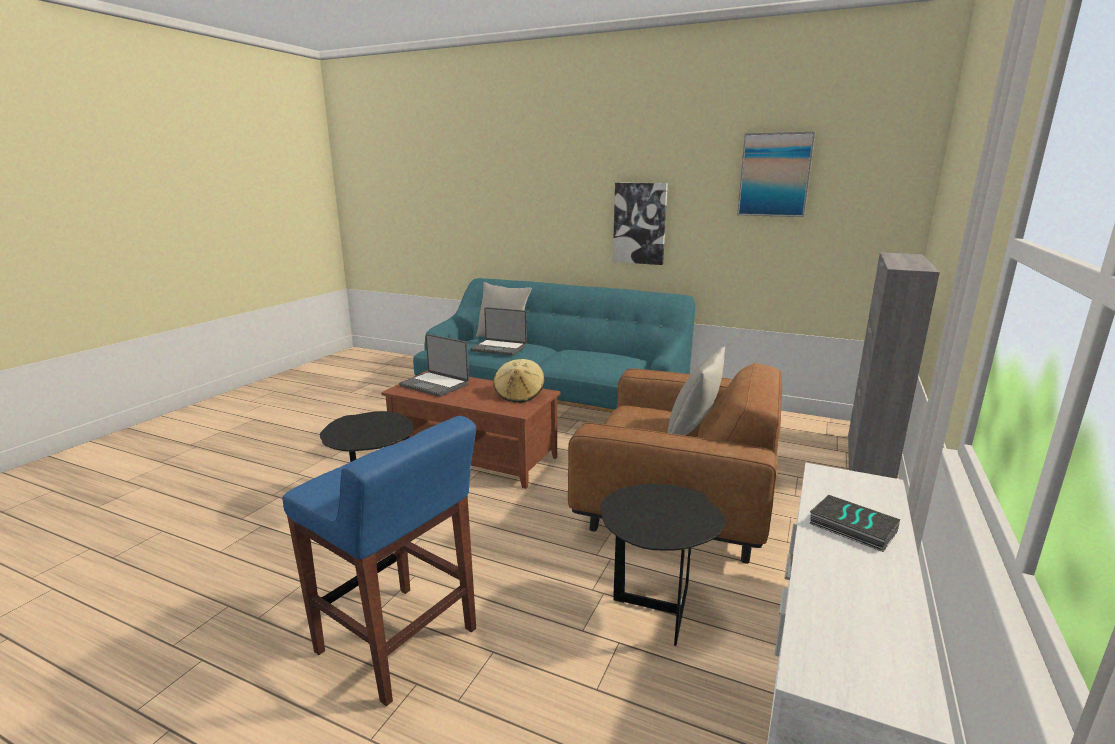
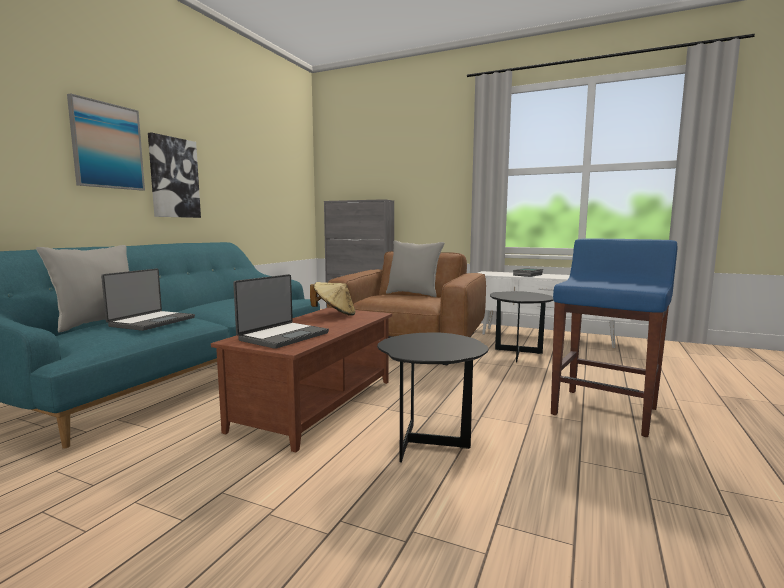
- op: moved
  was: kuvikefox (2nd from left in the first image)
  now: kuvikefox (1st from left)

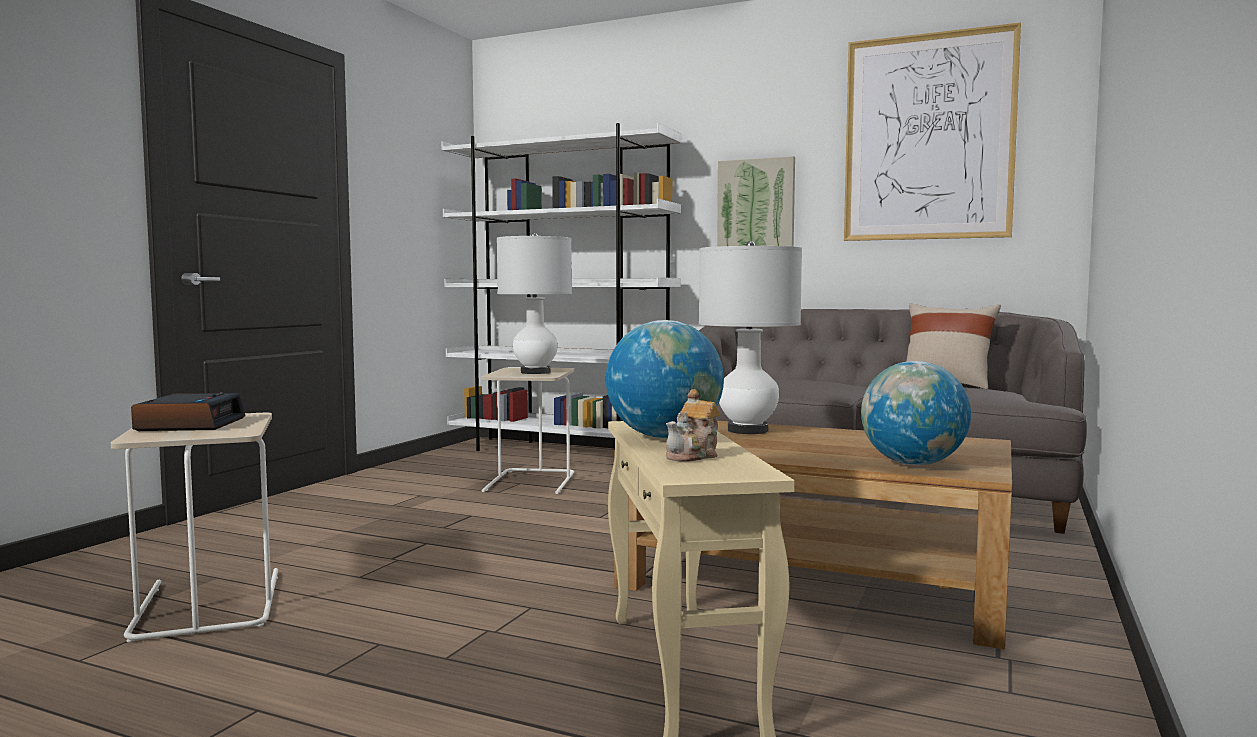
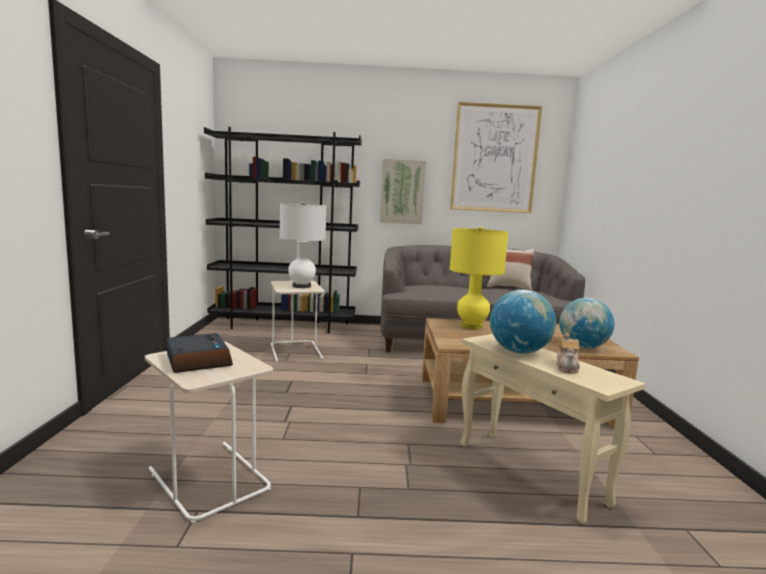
- op: recoloured
  was: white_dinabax
  now: black_dinabax
- op: recoloured
  was: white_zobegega (2nd from left)
  now: yellow_zobegega

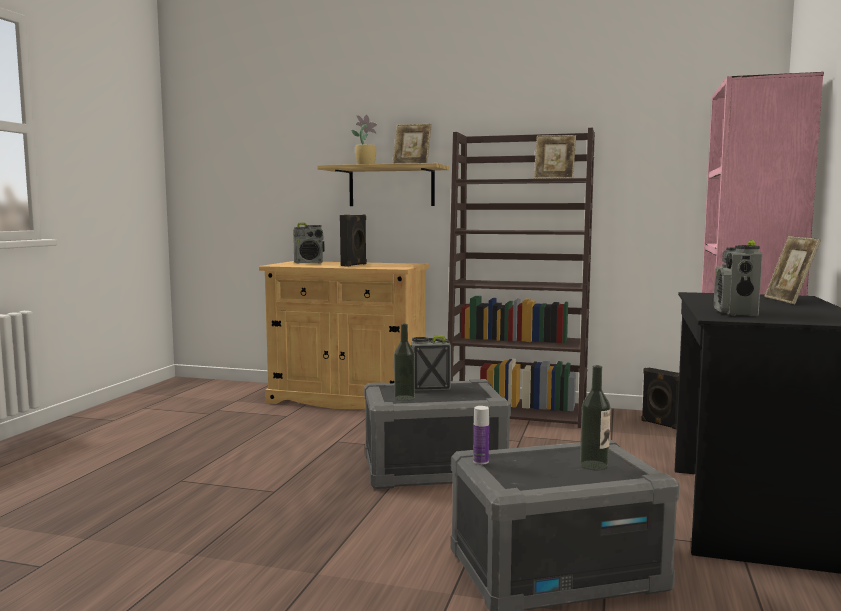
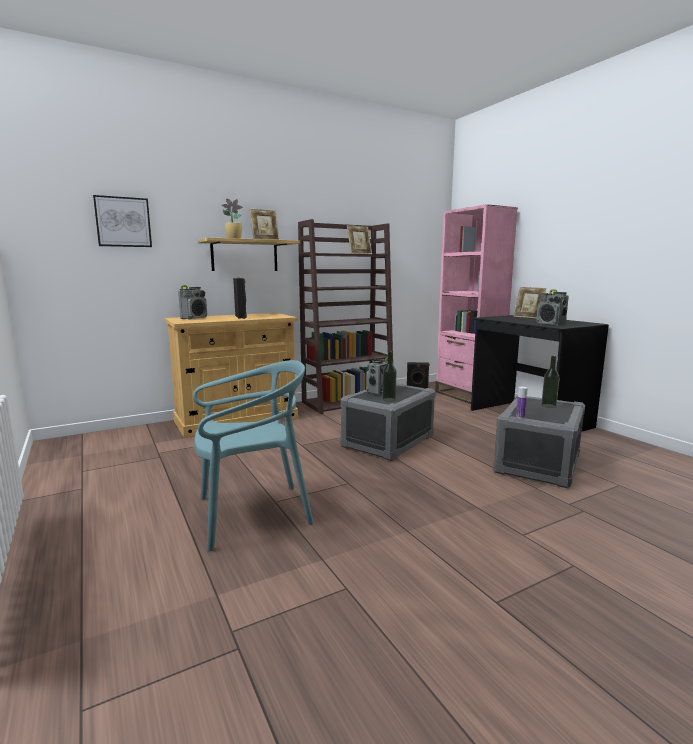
- op: added
  now: kuvikefox
- op: added
  now: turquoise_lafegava

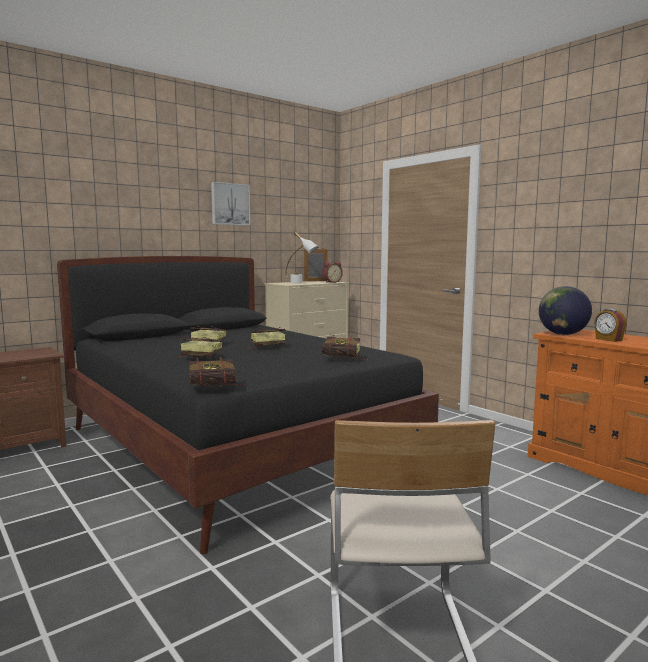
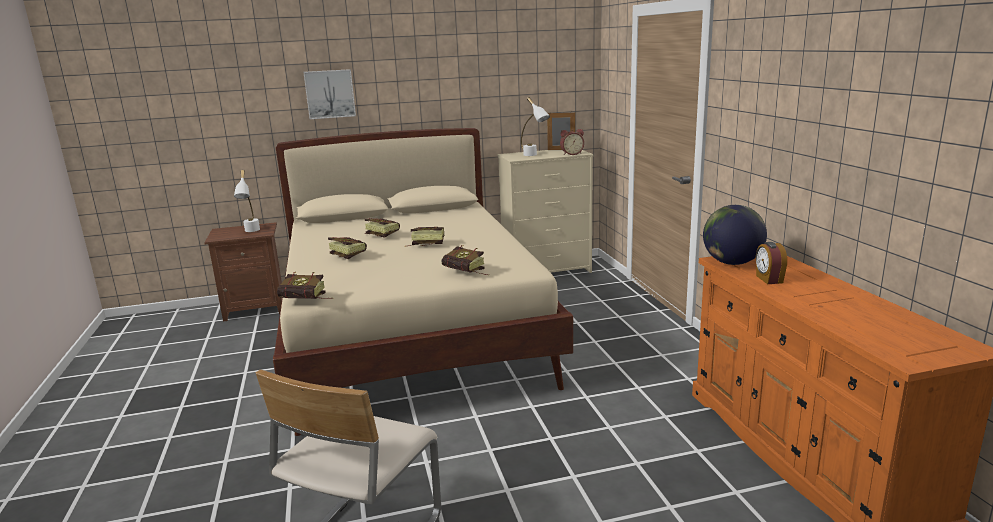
- op: added
  now: white_zobegega (1st from left)
- op: moved
  was: kuvikefox
- op: recoloured
  was: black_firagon
  now: beige_firagon

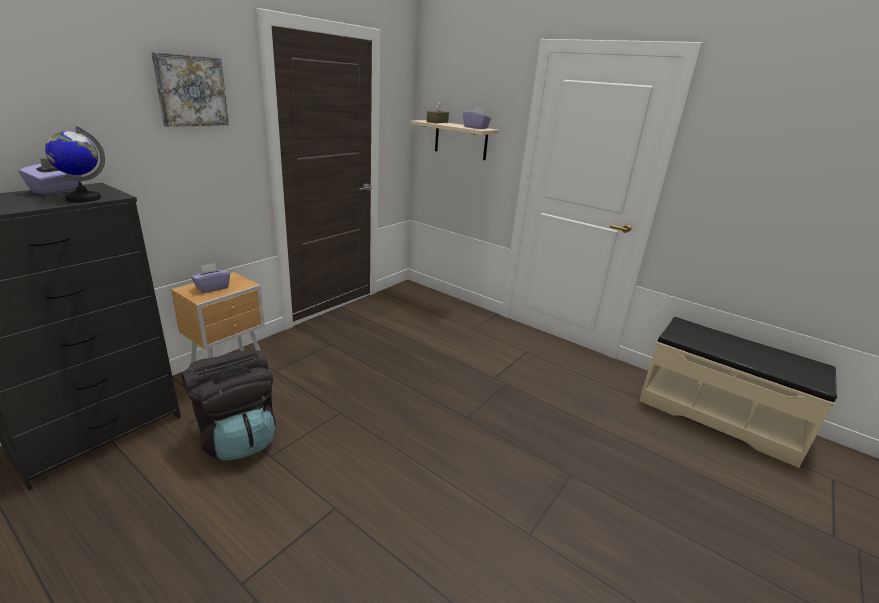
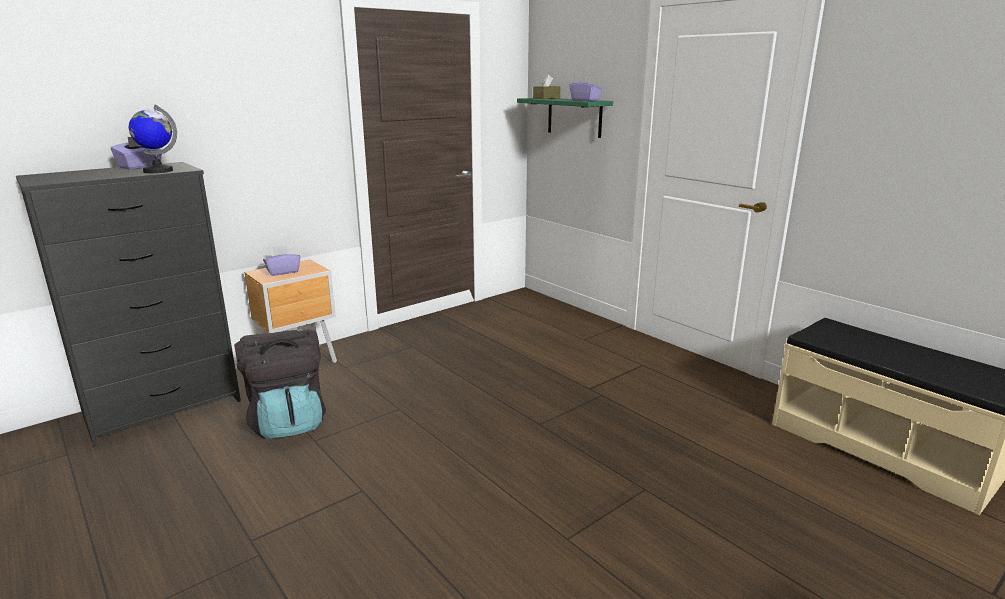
- op: removed
  was: kuvikefox
- op: recoloured
  was: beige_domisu
  now: green_domisu

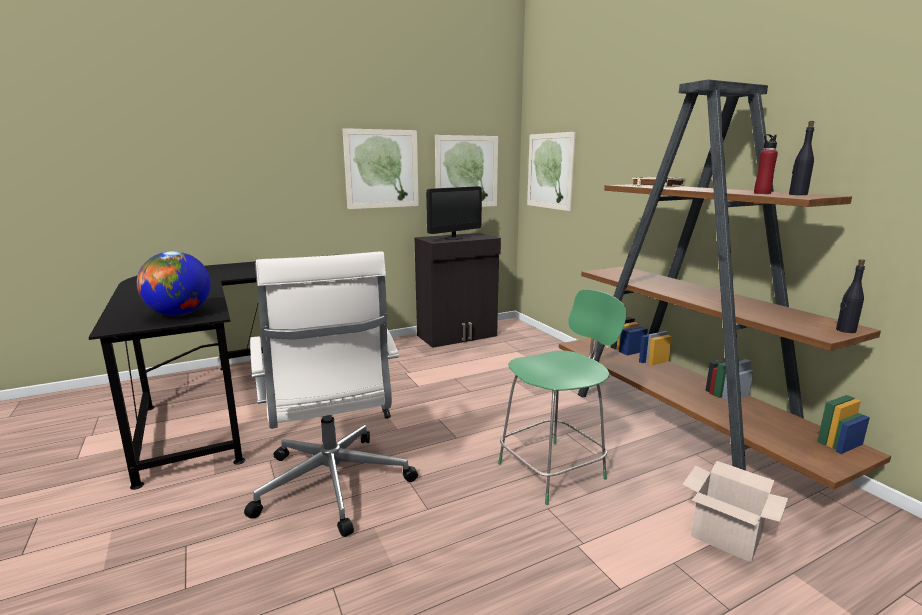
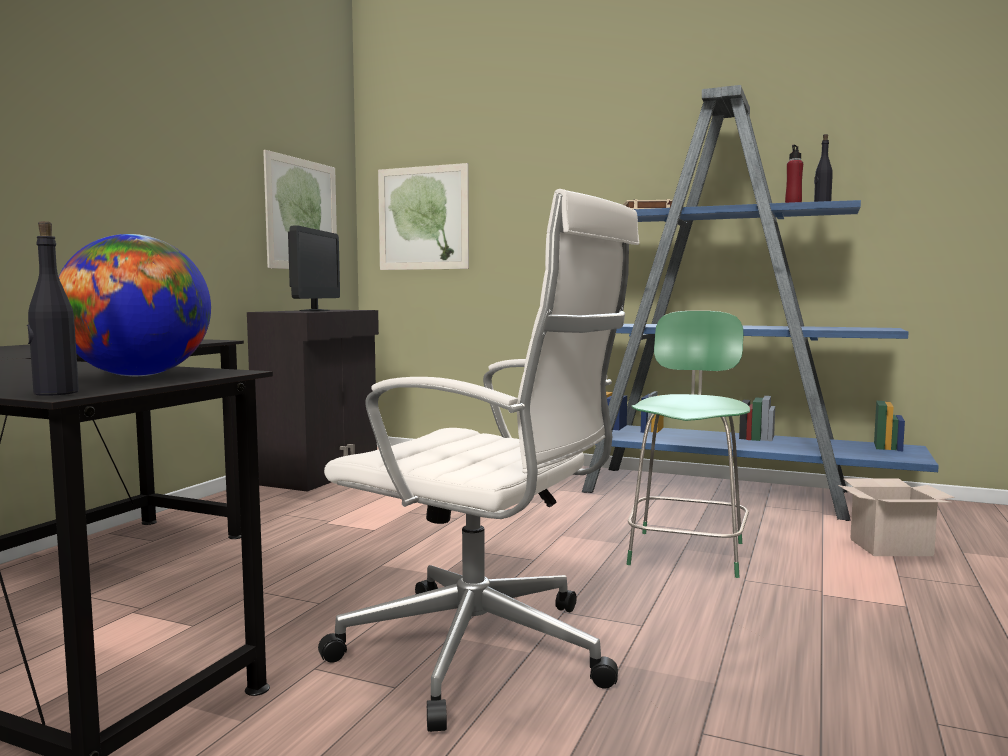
- op: removed
  was: kuvikefox (1st from left)
- op: moved
  was: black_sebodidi (2nd from left in the first image)
  now: black_sebodidi (1st from left)
- op: recoloured
  was: brown_dinabax
  now: blue_dinabax

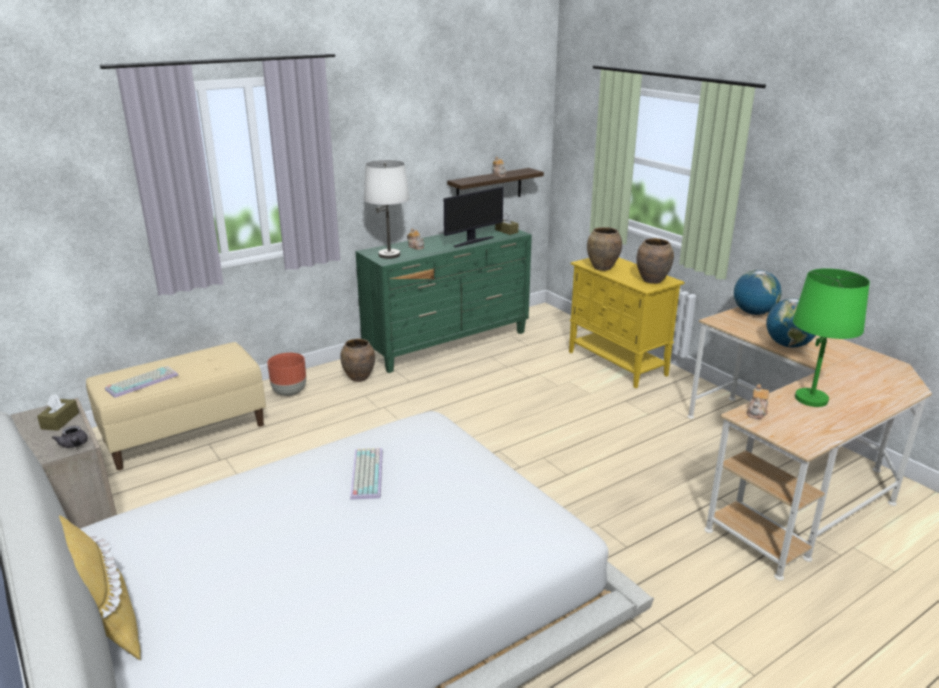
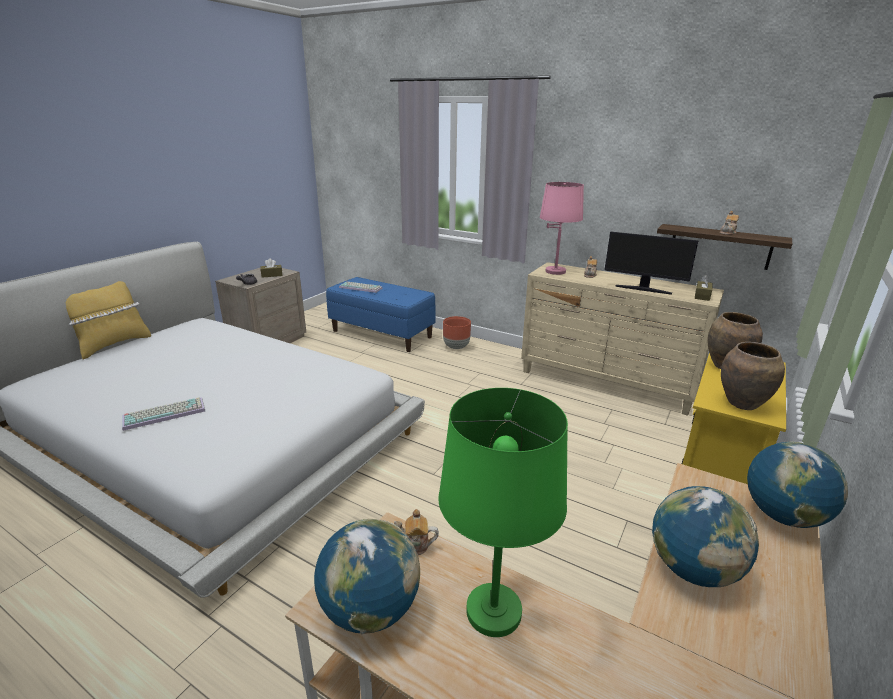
- op: removed
  was: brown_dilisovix (1st from left)
- op: added
  now: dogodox (1st from left)
- op: moved
  was: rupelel (2nd from left in the first image)
  now: rupelel (1st from left)
- op: recoloured
  was: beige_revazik
  now: blue_revazik
- op: recoloured
  was: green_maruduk
  now: beige_maruduk
- op: recoloured
  was: white_zobegega
  now: pink_zobegega

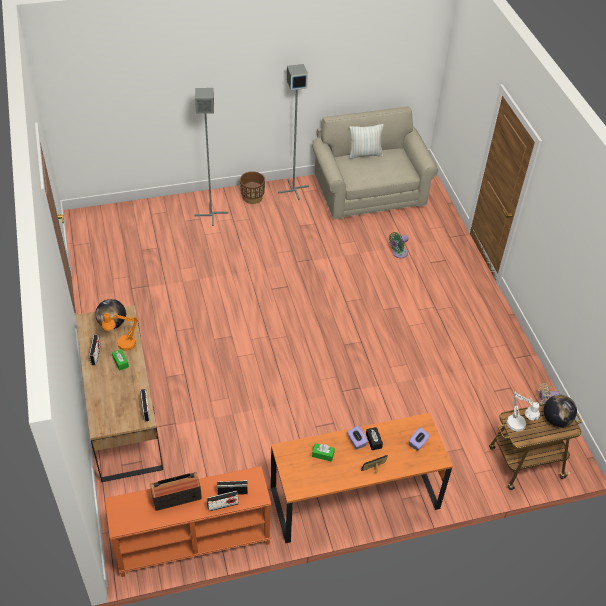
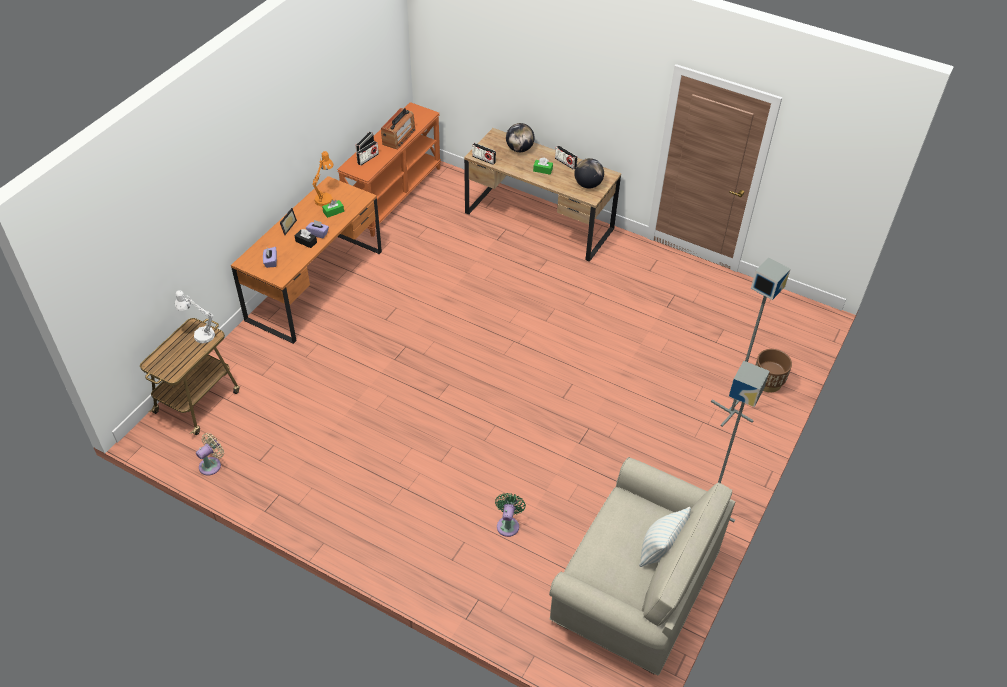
- op: moved
  was: orange_zobegega
- op: moved
  was: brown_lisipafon
- op: moved
  was: dogodox (2nd from left in the first image)
  now: dogodox (1st from left)

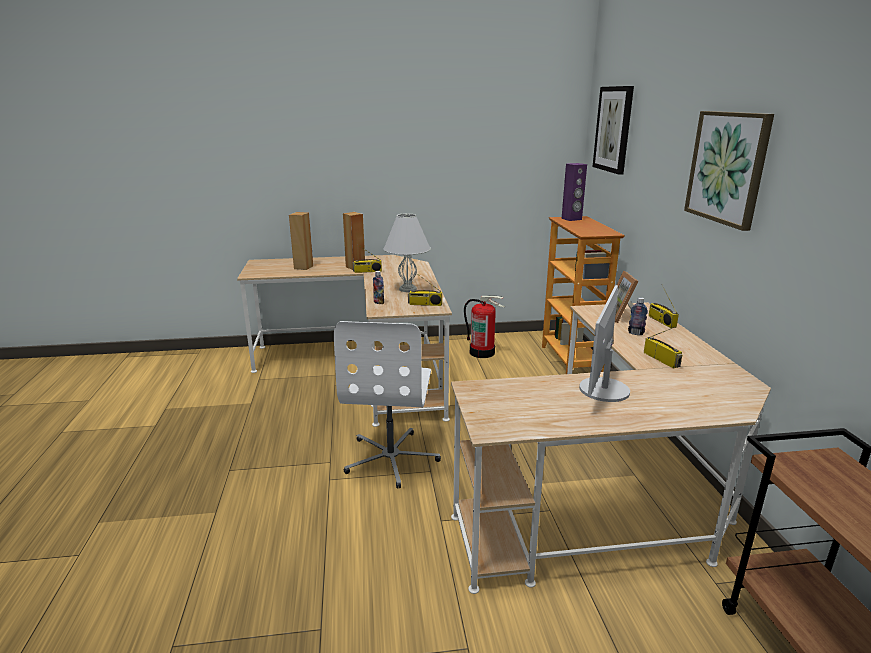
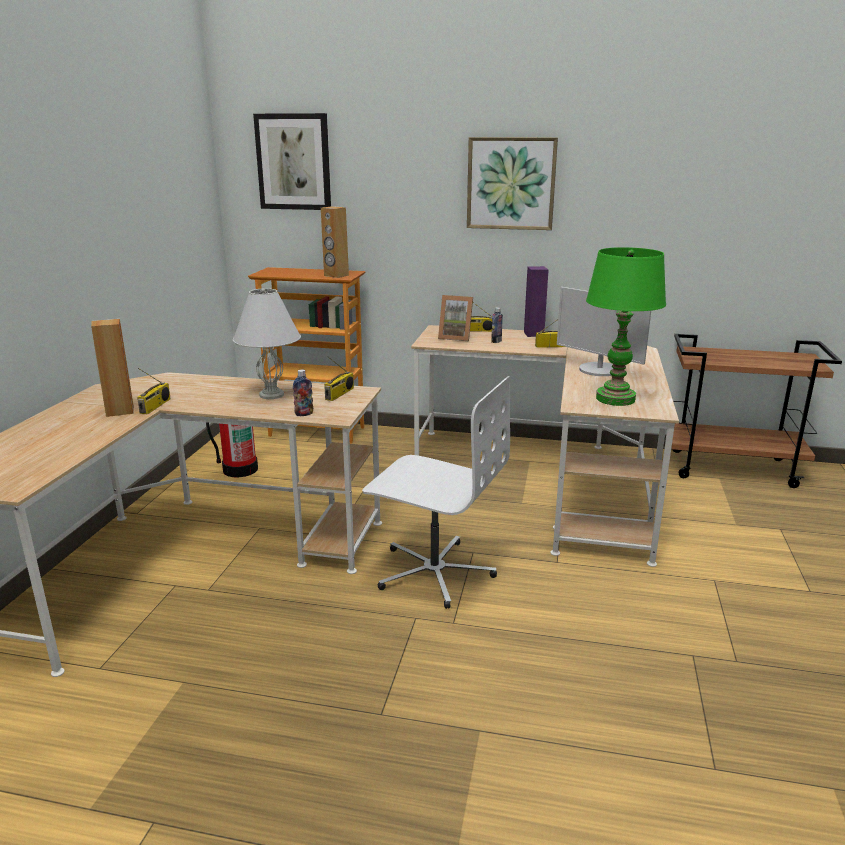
- op: added
  now: green_zobegega
- op: moved
  was: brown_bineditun (1st from left in the first image)
  now: brown_bineditun (2nd from left)
- op: moved
  was: purple_bineditun

